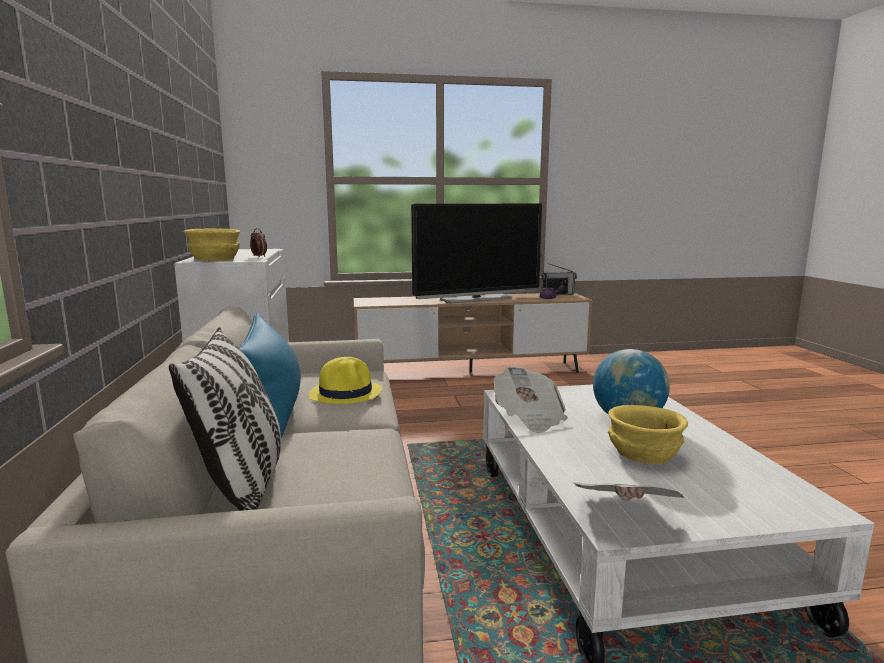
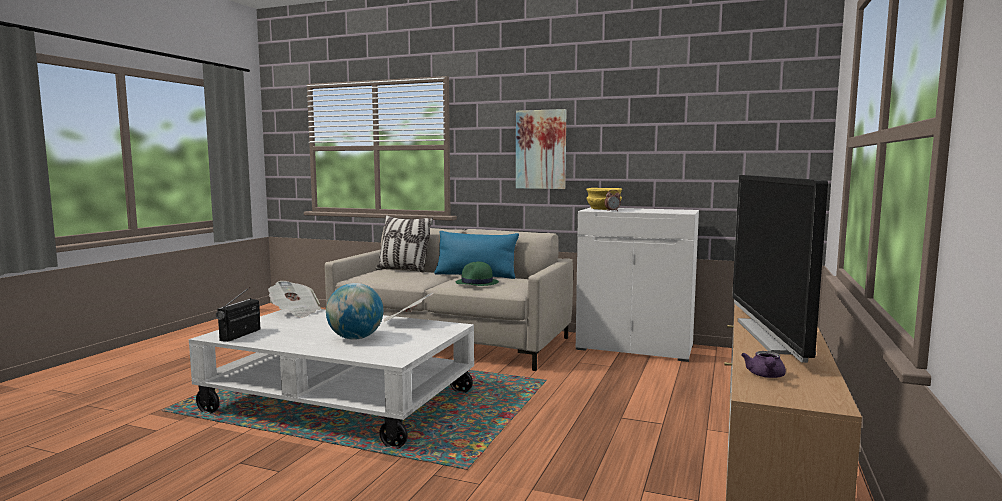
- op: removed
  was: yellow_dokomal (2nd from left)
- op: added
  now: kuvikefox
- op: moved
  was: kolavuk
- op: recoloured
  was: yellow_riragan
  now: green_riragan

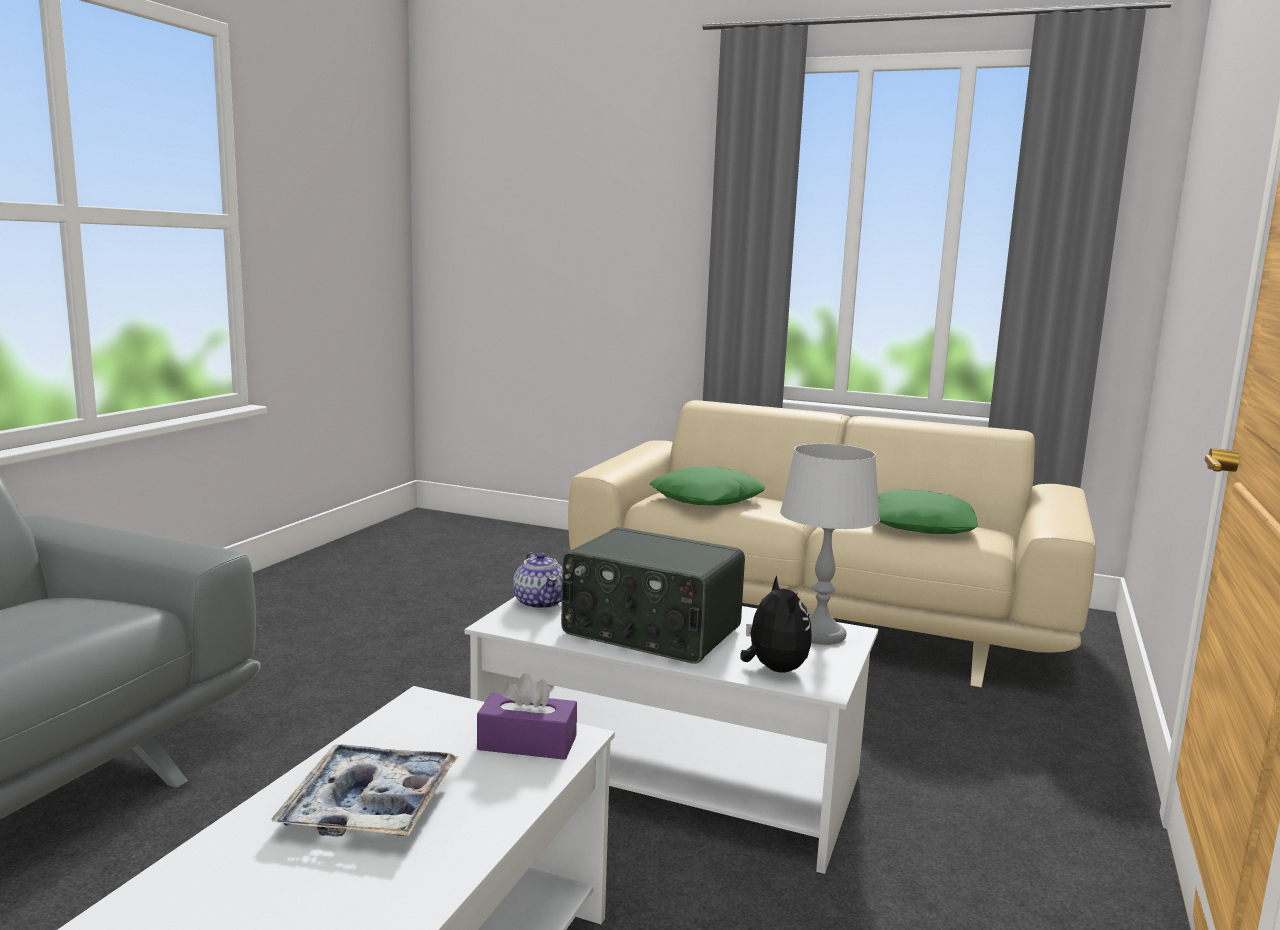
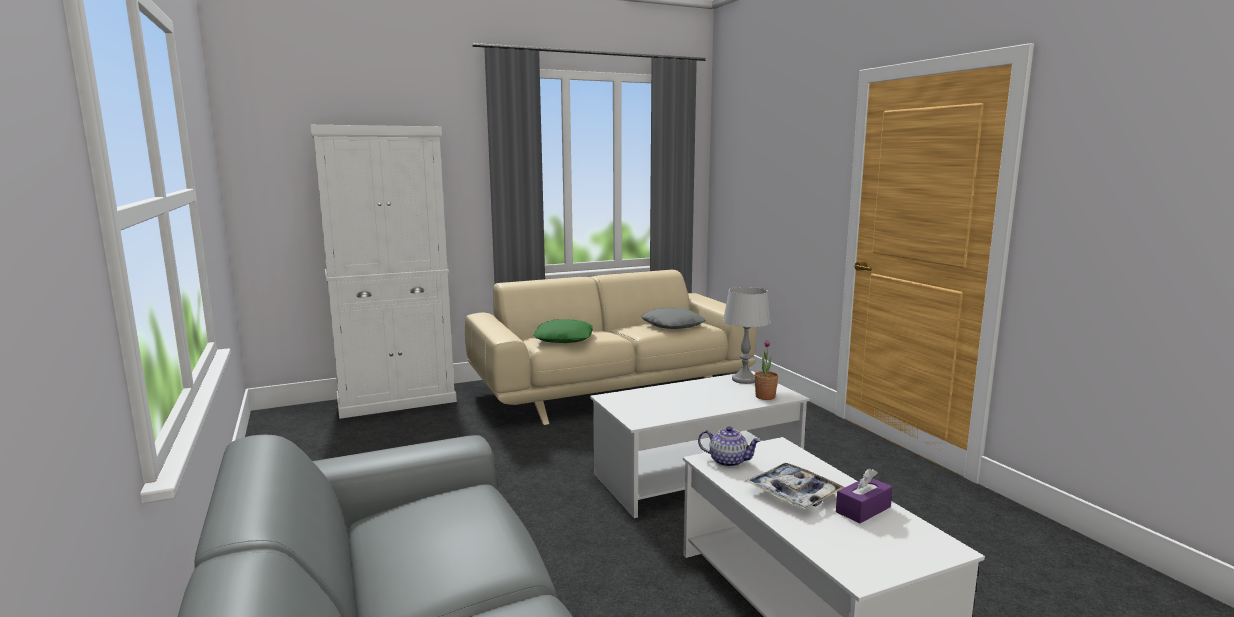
- op: removed
  was: kolavuk
- op: added
  now: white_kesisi
- op: moved
  was: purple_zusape
- op: moved
  was: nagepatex
- op: replaced
  was: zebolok
  now: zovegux
- op: recoloured
  was: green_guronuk (2nd from left)
  now: grey_guronuk

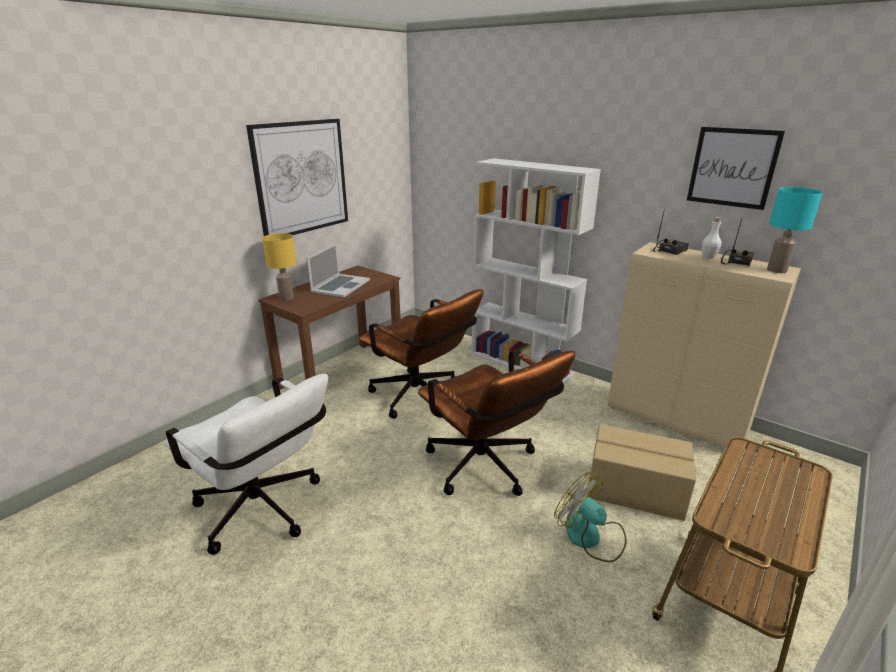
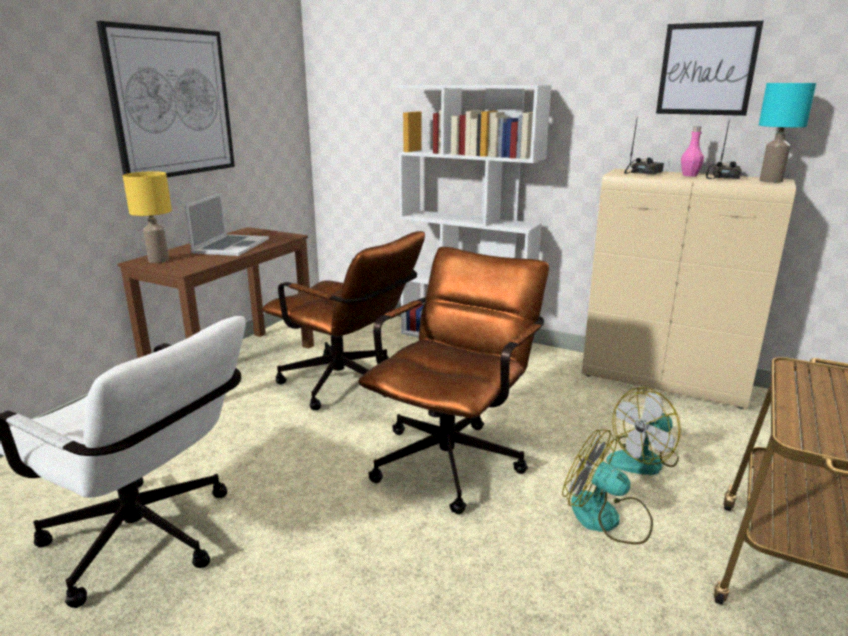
- op: replaced
  was: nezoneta
  now: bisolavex (2nd from left)
- op: recoloured
  was: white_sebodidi
  now: pink_sebodidi
- op: turned
  was: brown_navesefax (2nd from left)
  clockwise: -105

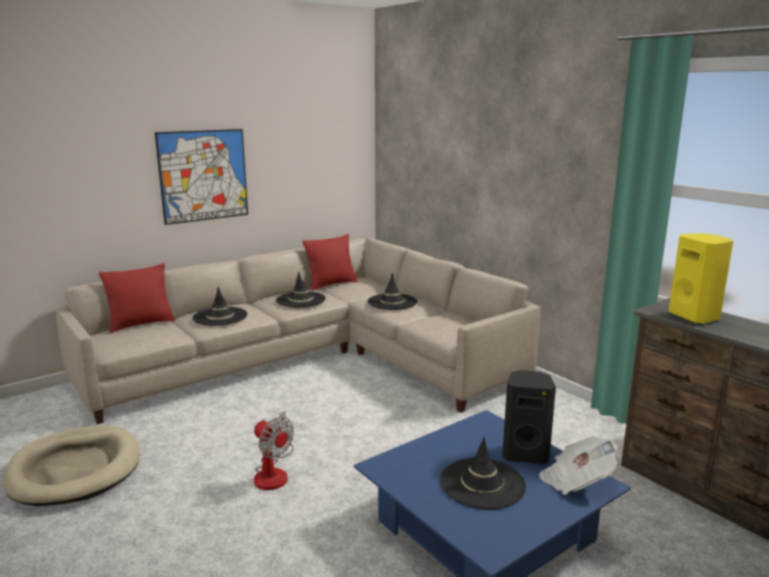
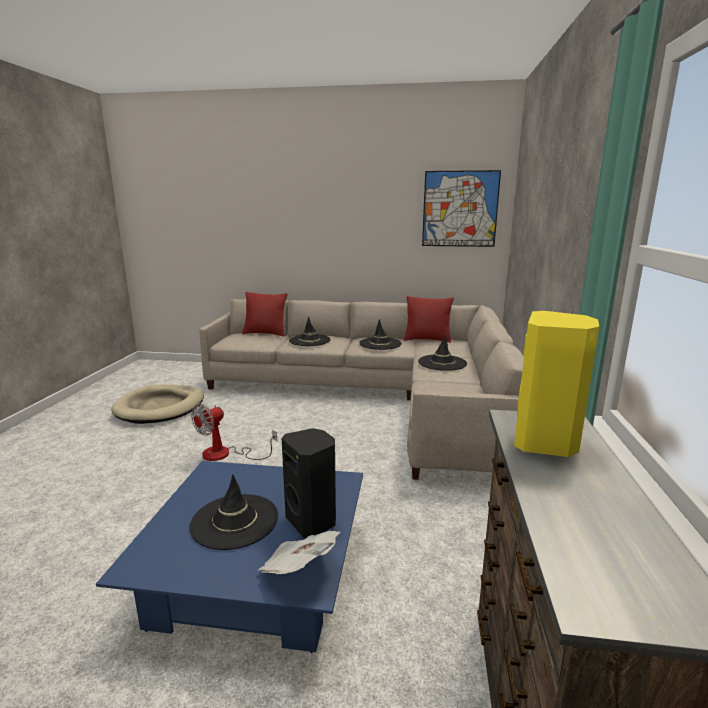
- op: moved
  was: kuvikefox
- op: turned
  was: bisolavex
  clockwise: 45

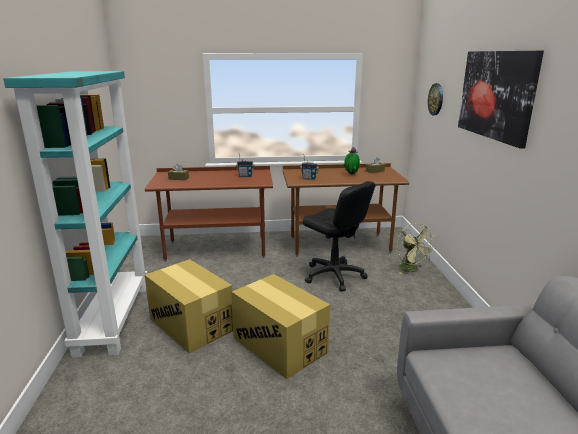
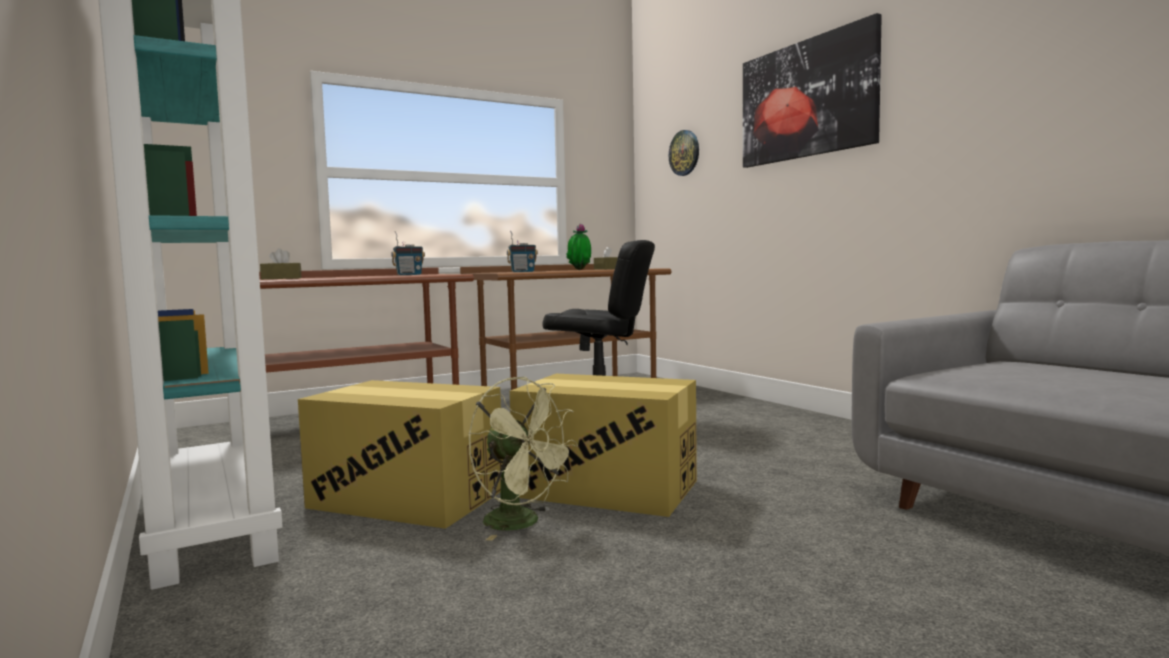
- op: moved
  was: green_bisolavex

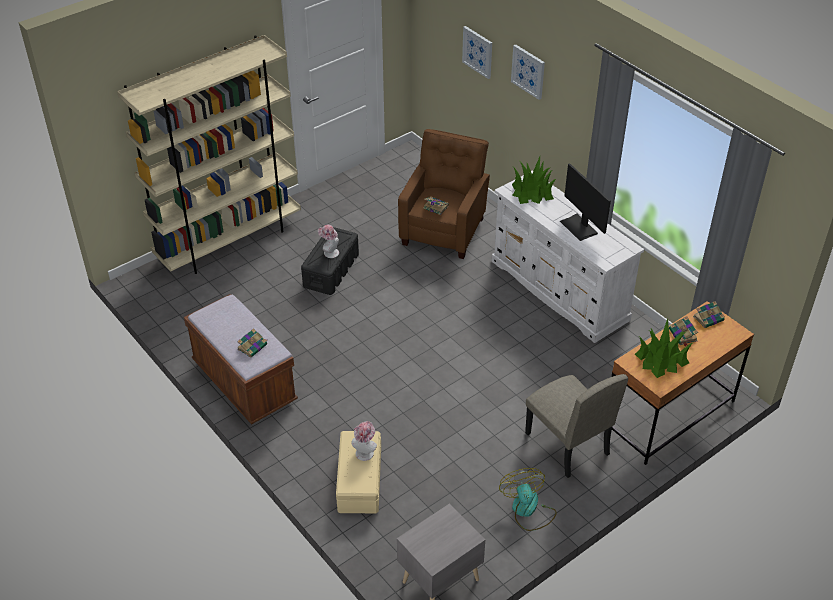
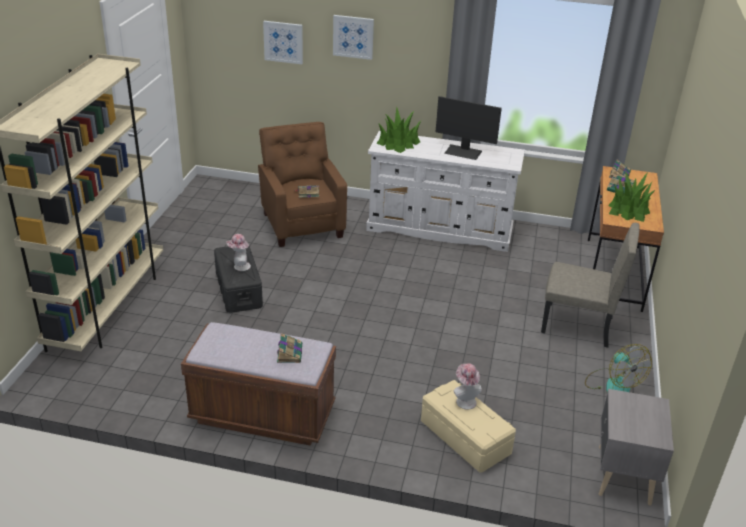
- op: turned
  was: bisolavex
  clockwise: -150

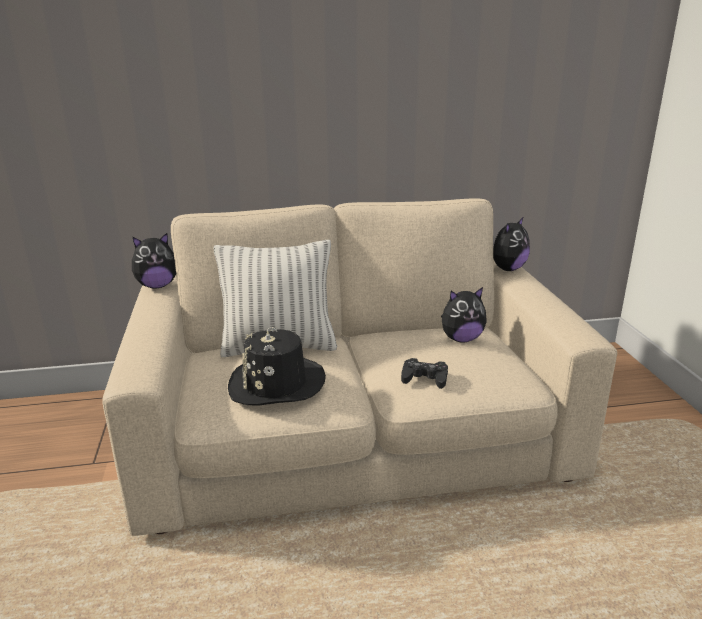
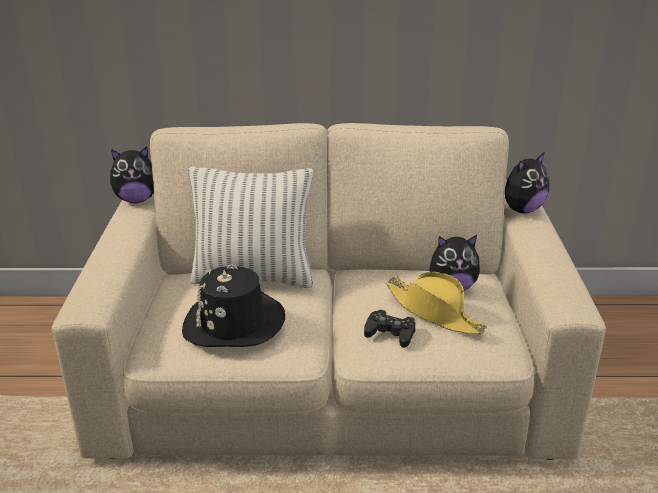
- op: added
  now: yellow_riragan

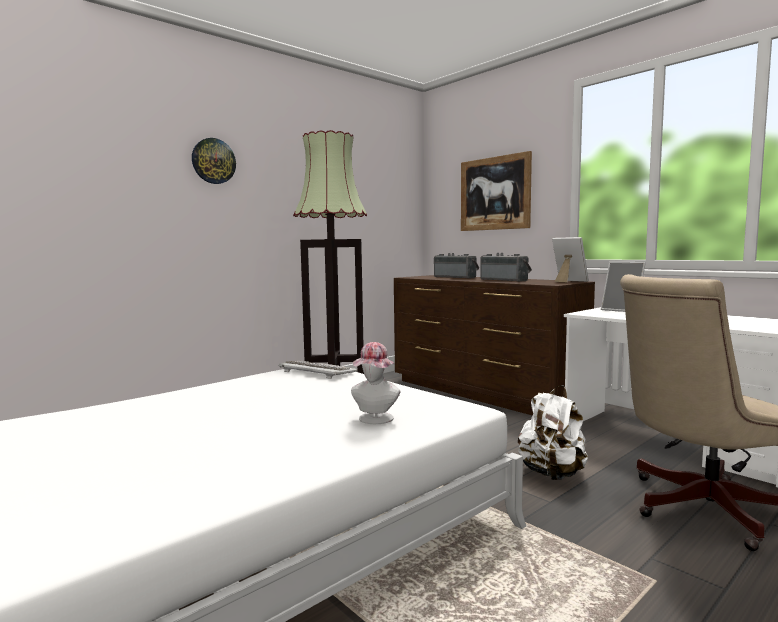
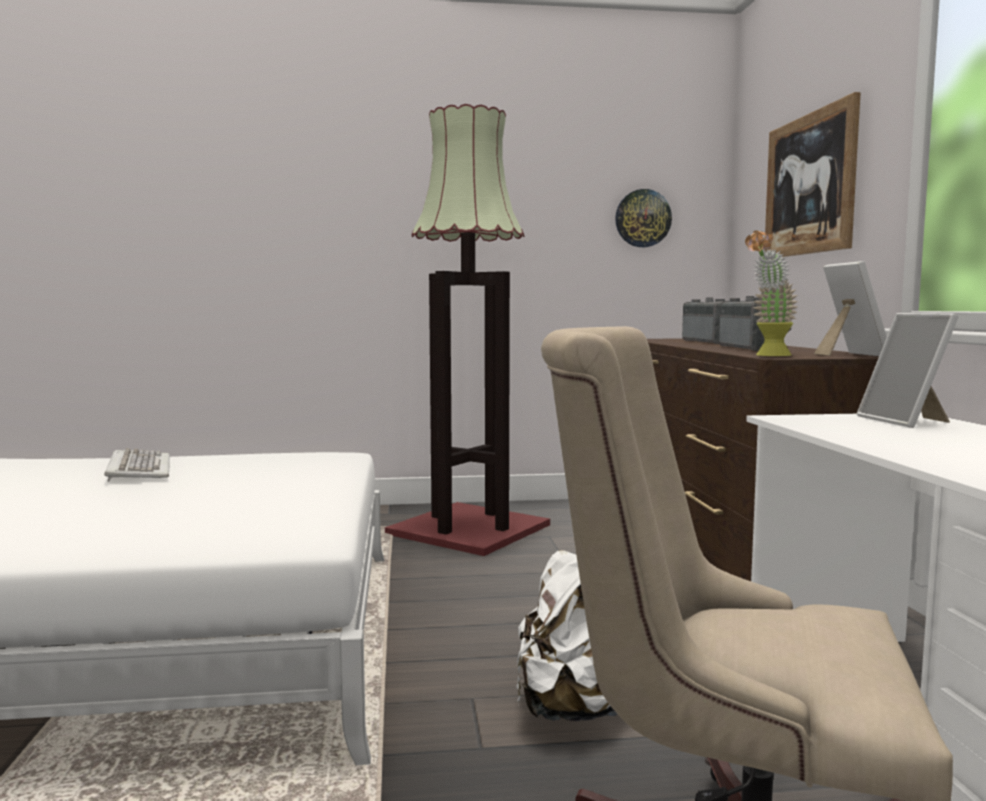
- op: removed
  was: riragan
- op: added
  now: zovegux
- op: moved
  was: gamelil
- op: moved
  was: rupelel

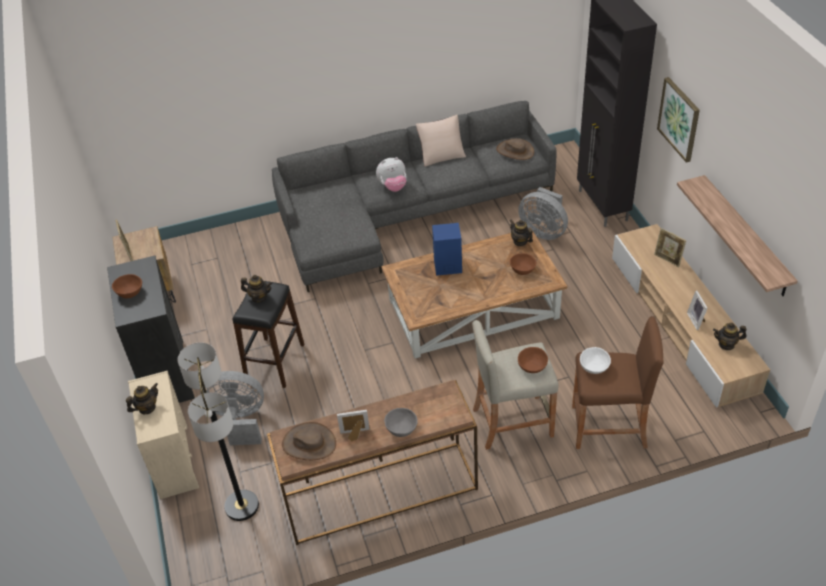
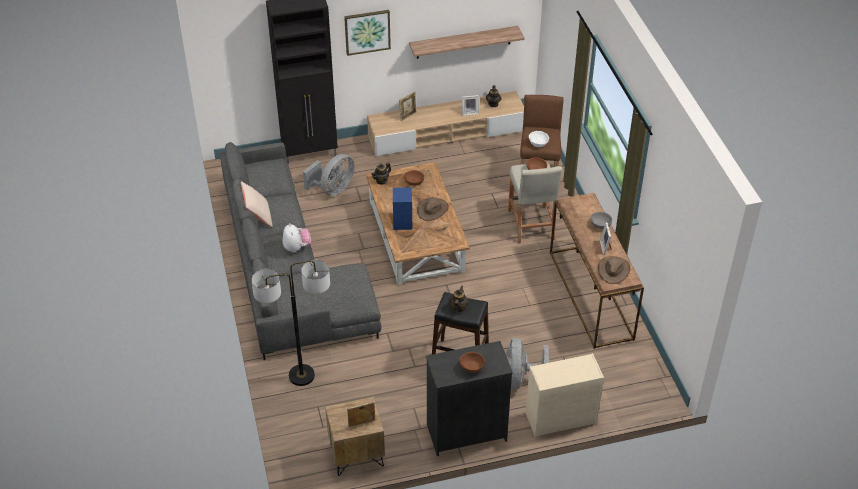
- op: removed
  was: nagepatex (1st from left)
- op: moved
  was: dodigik
- op: moved
  was: brown_riragan (2nd from left in the first image)
  now: brown_riragan (1st from left)

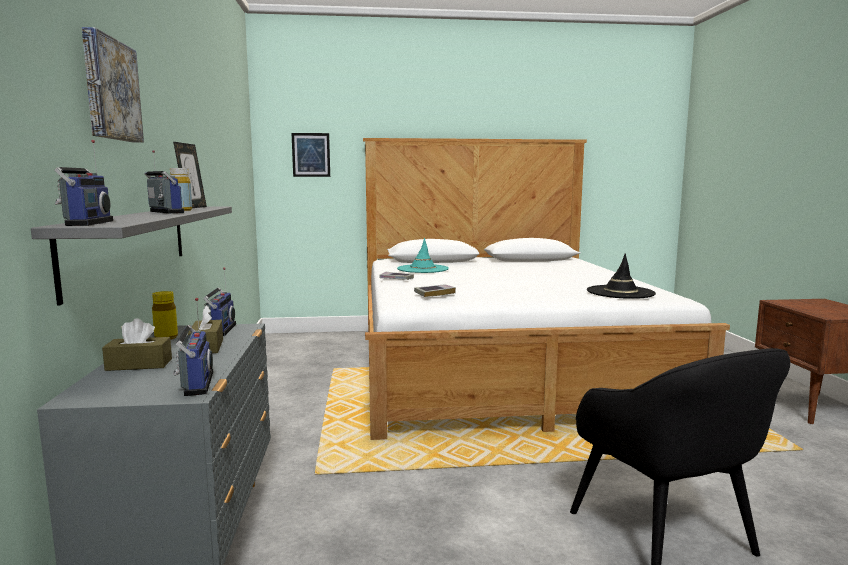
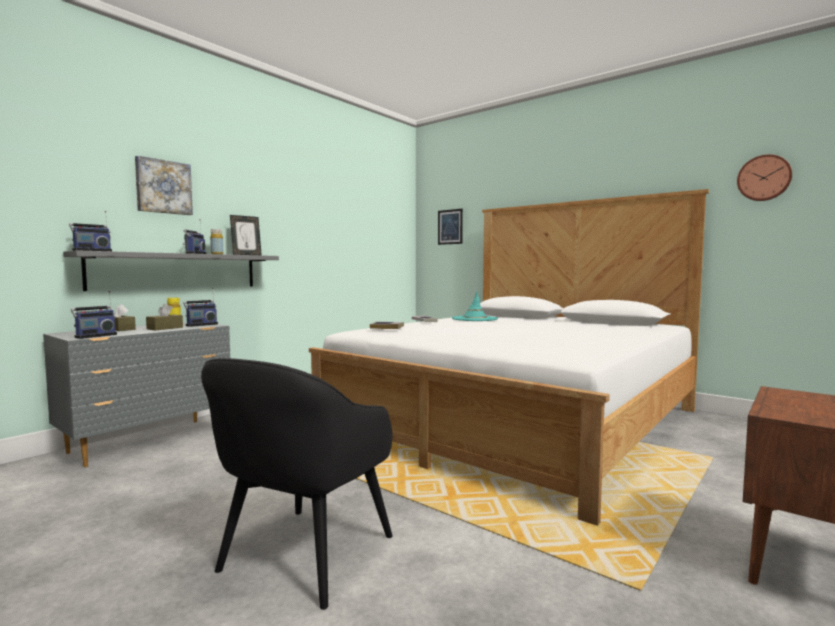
- op: removed
  was: black_riragan
- op: added
  now: gamelil

